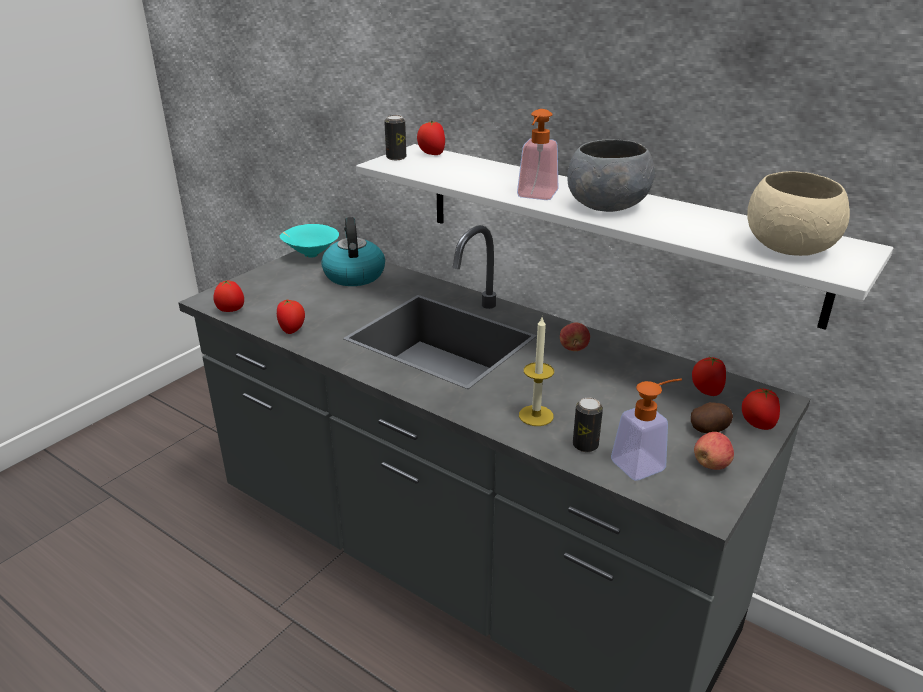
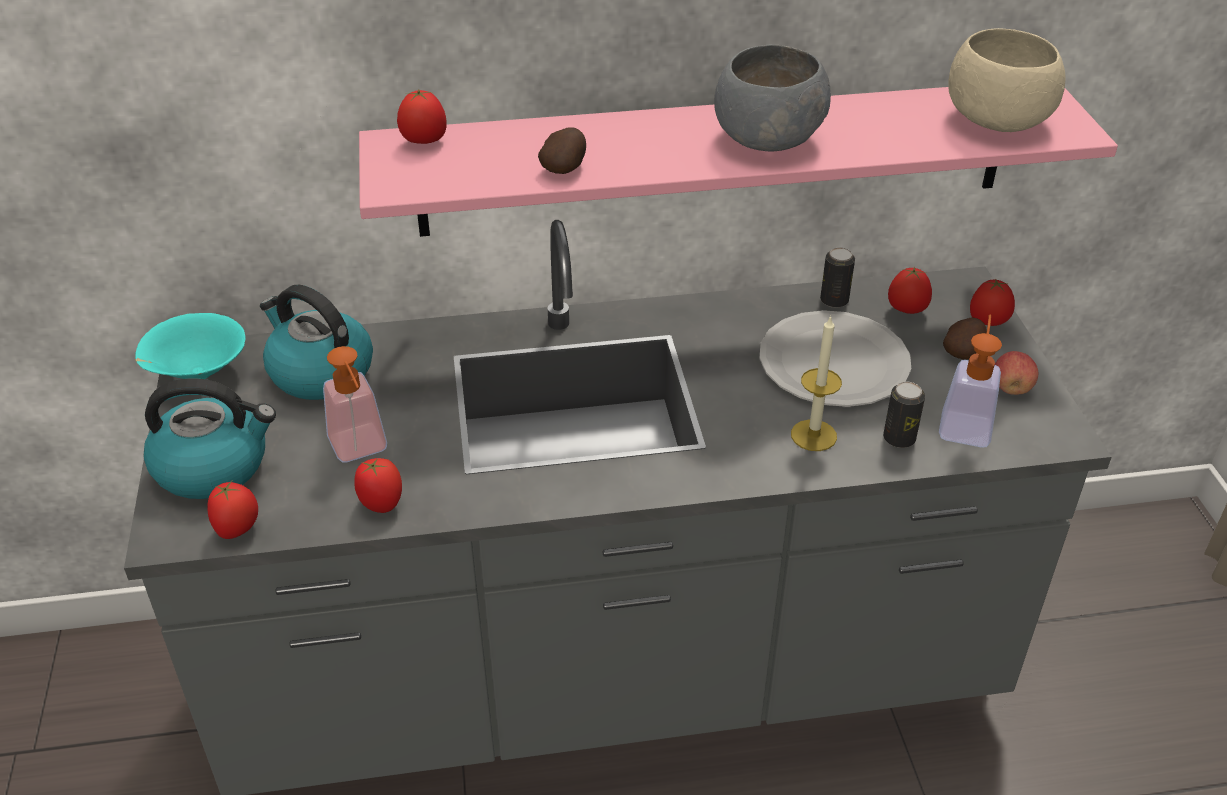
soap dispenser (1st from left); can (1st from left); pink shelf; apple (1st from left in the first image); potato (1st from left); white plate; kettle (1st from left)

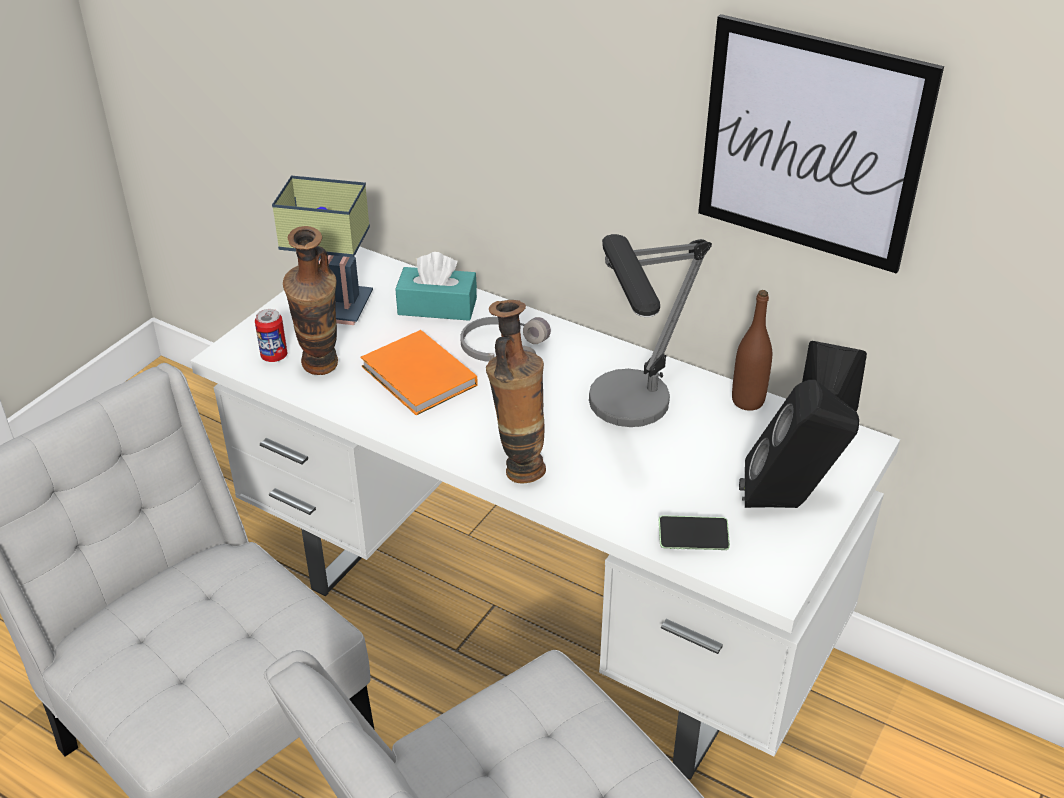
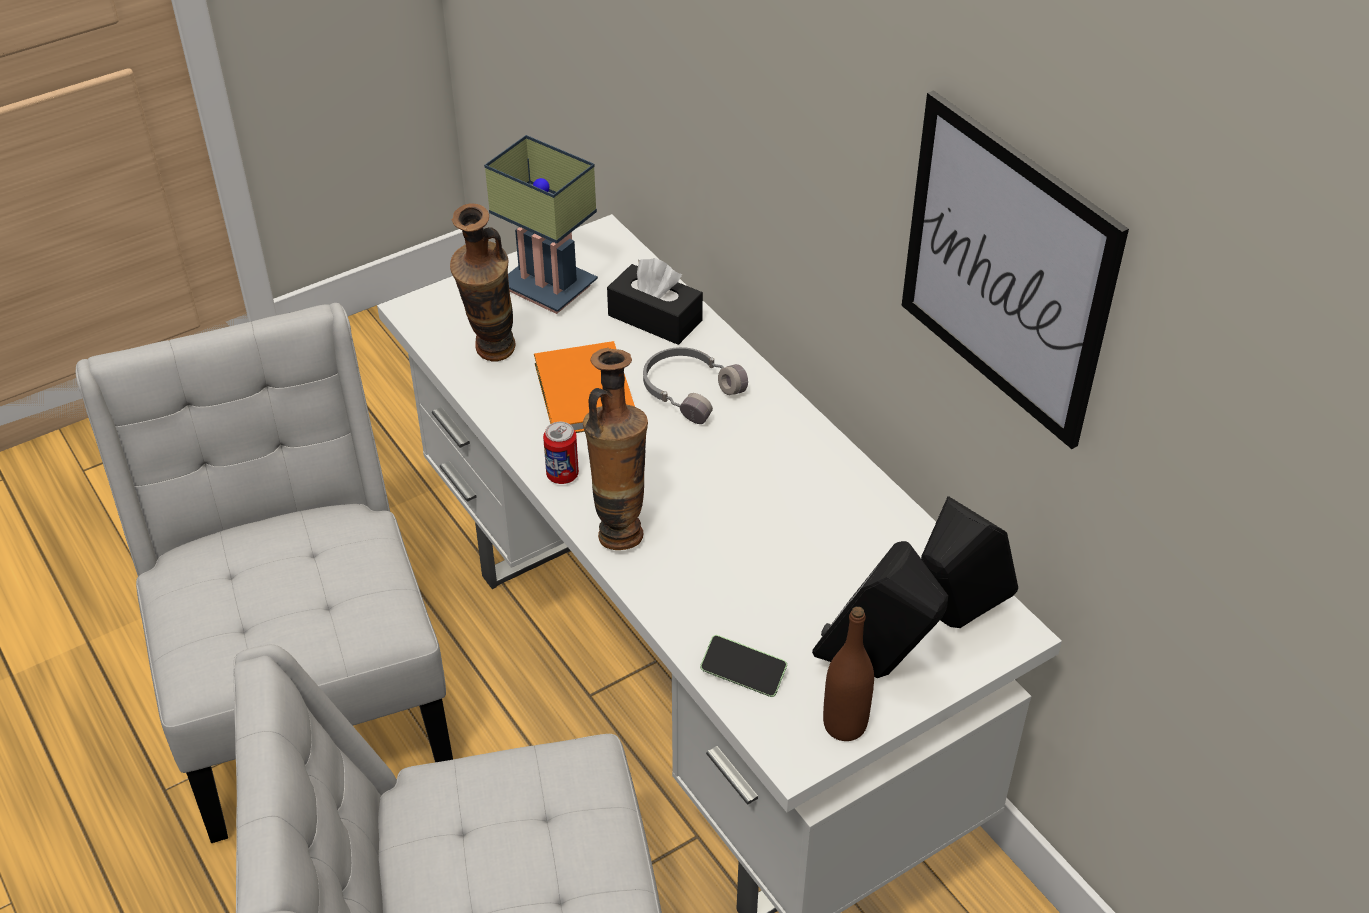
table lamp (2nd from left in the first image); black tissue box; brown bottle; can

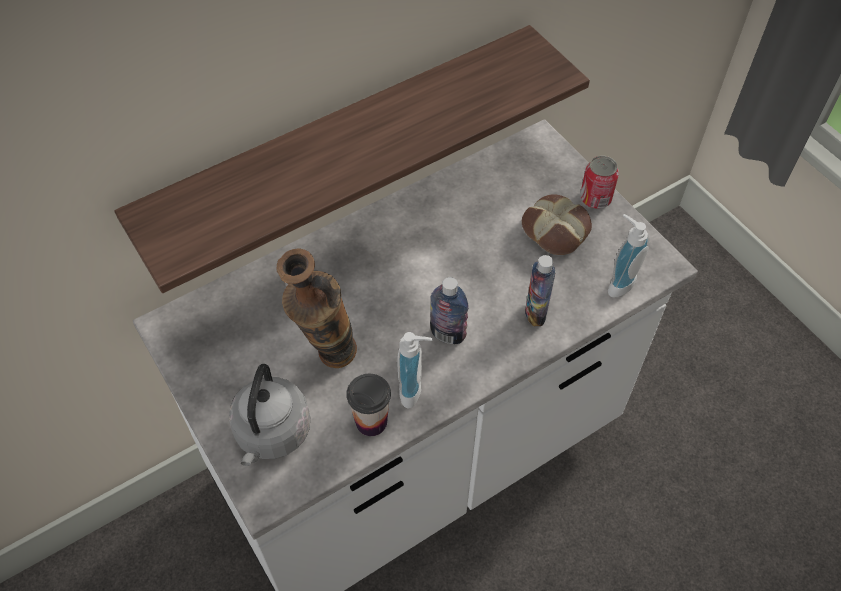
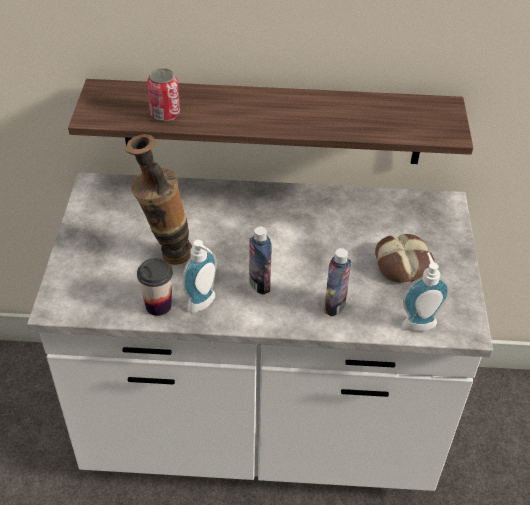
can; grey kettle

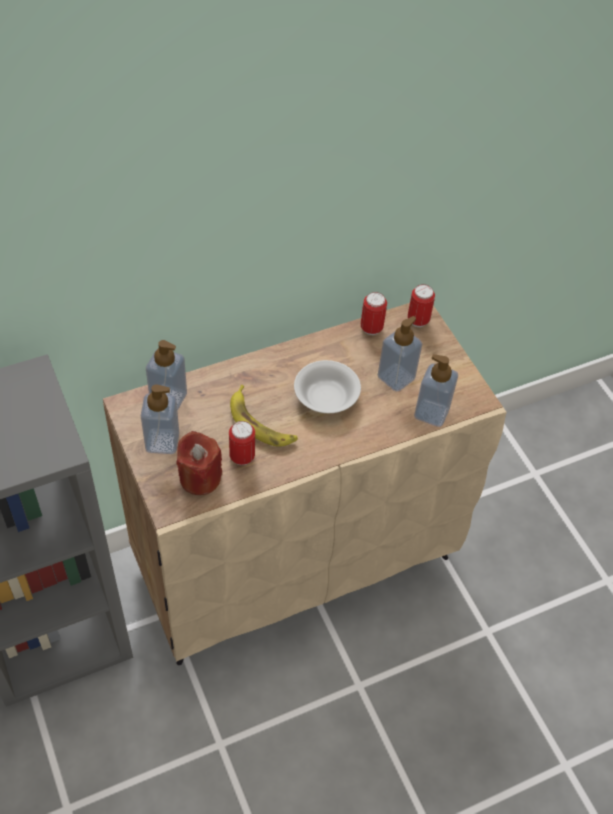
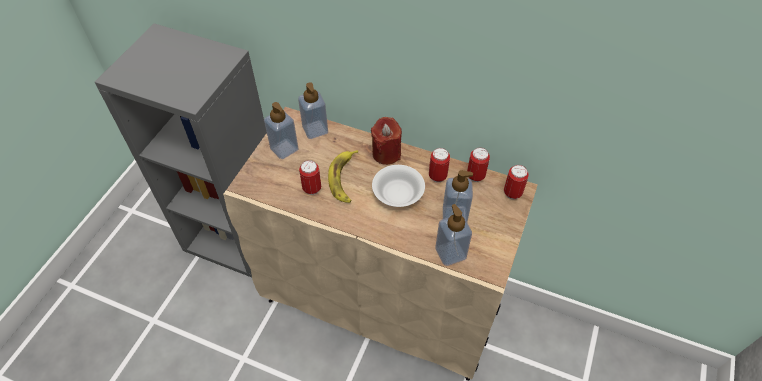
red candle; can (2nd from left)

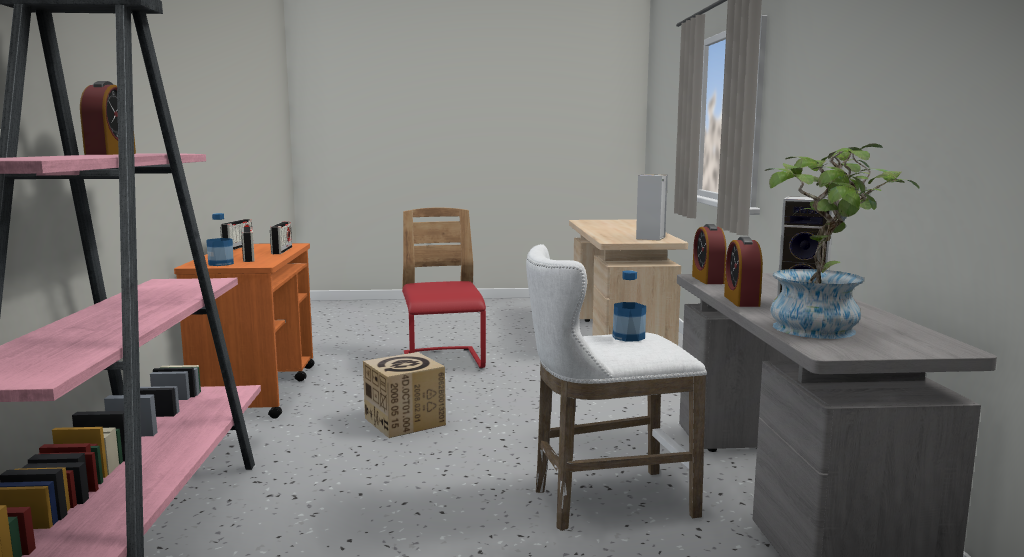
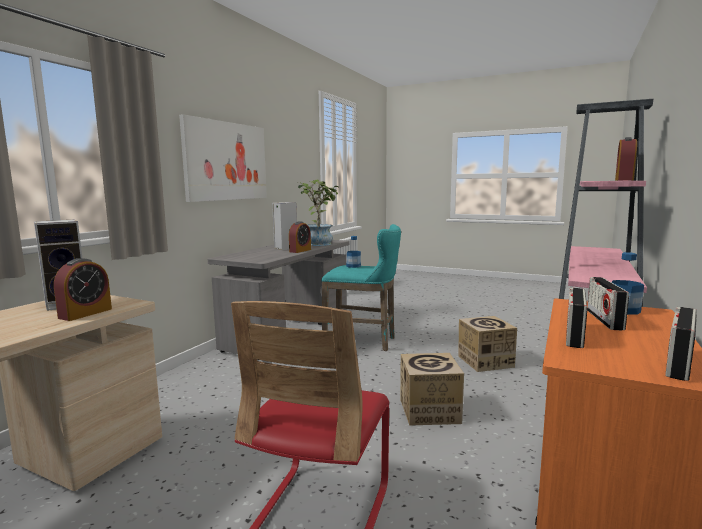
alarm clock (1st from left); turquoise stool; picture; cardboard box (2nd from left)

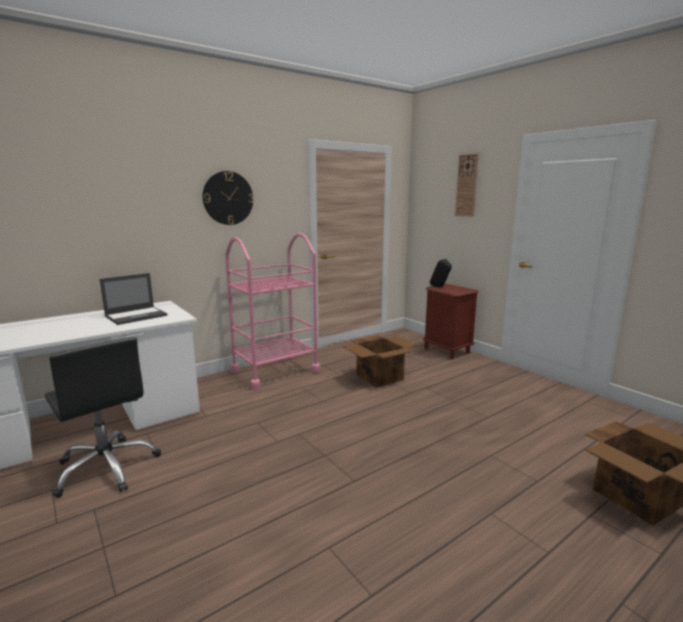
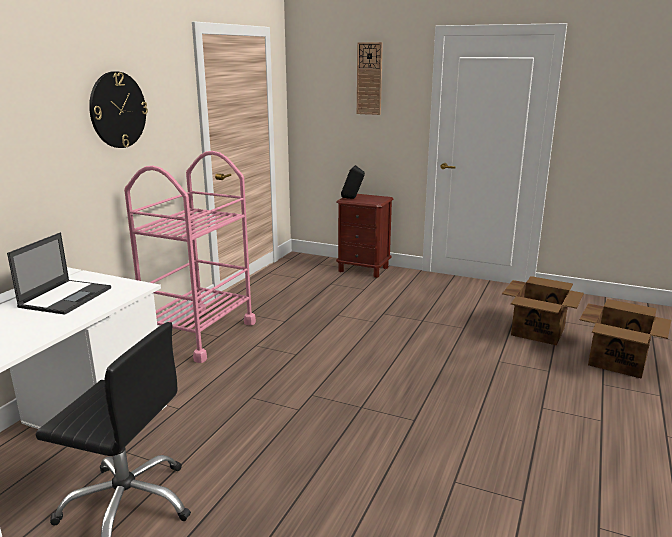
cardboard box (1st from left)

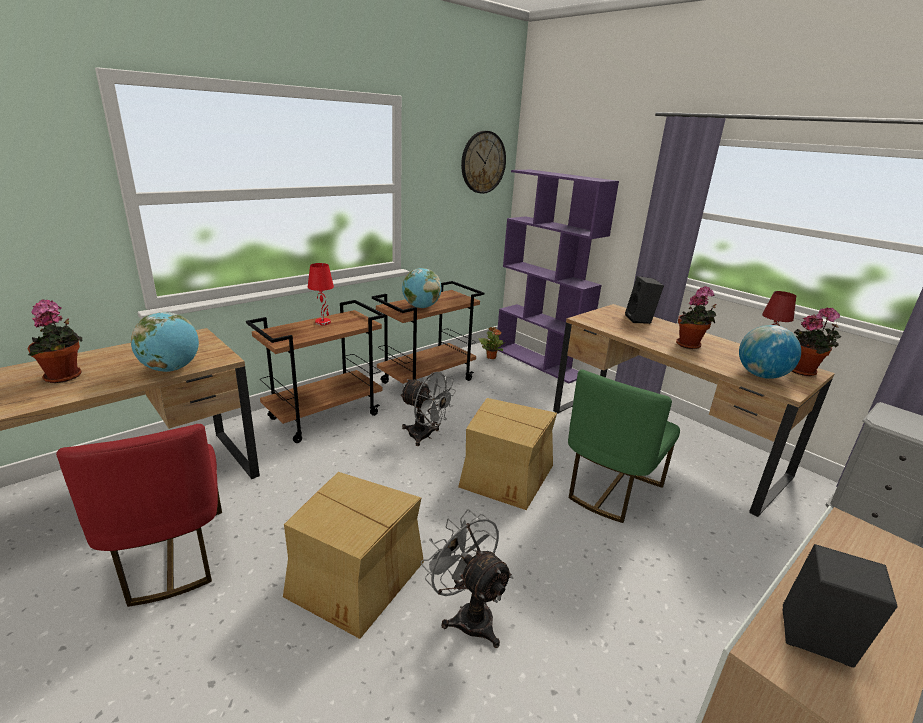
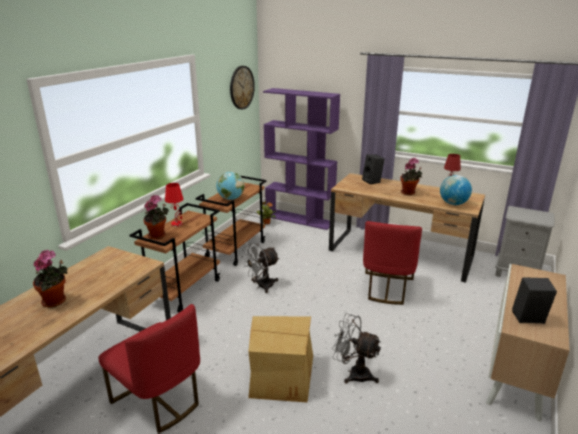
potted plant (2nd from left); globe (1st from left in the first image); red chair (2nd from left); grey fan (1st from left); cardboard box (2nd from left in the first image)

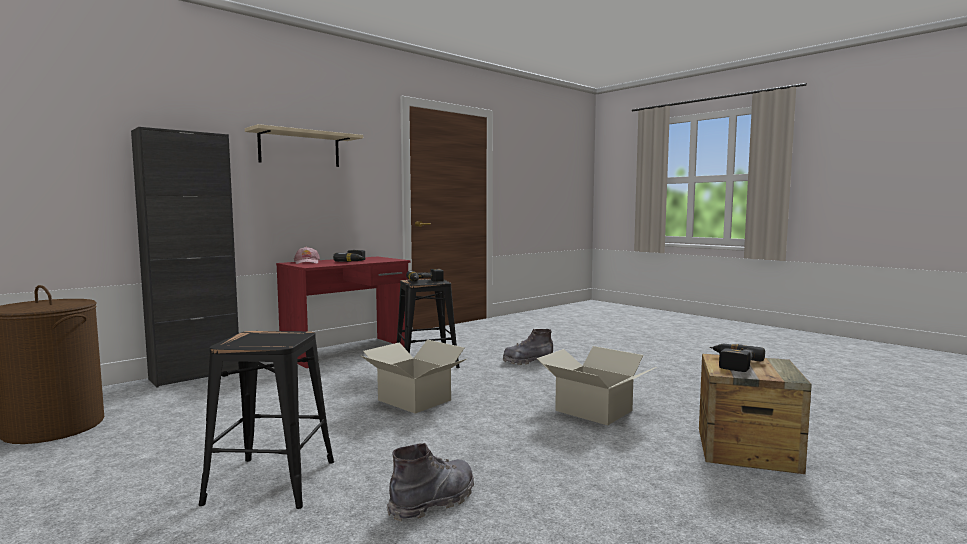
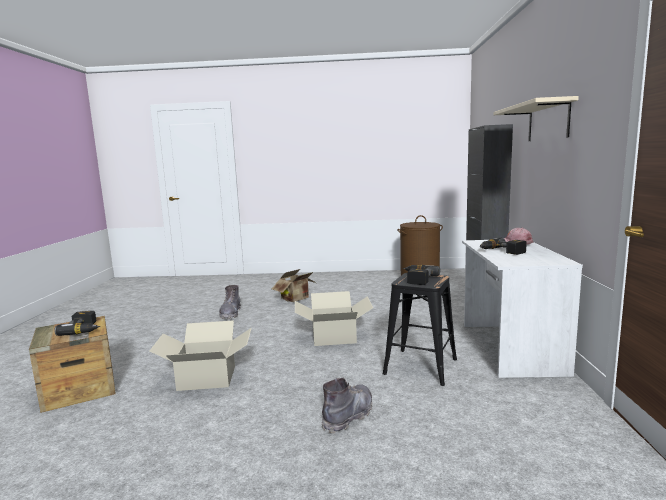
white desk; cardboard box (2nd from left)

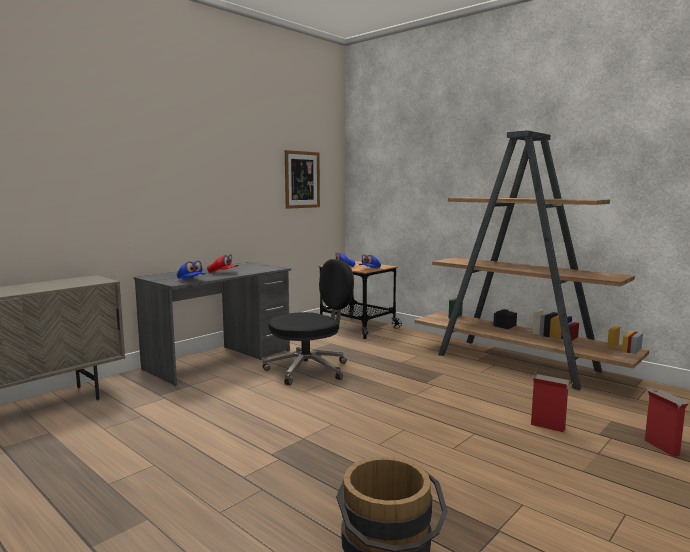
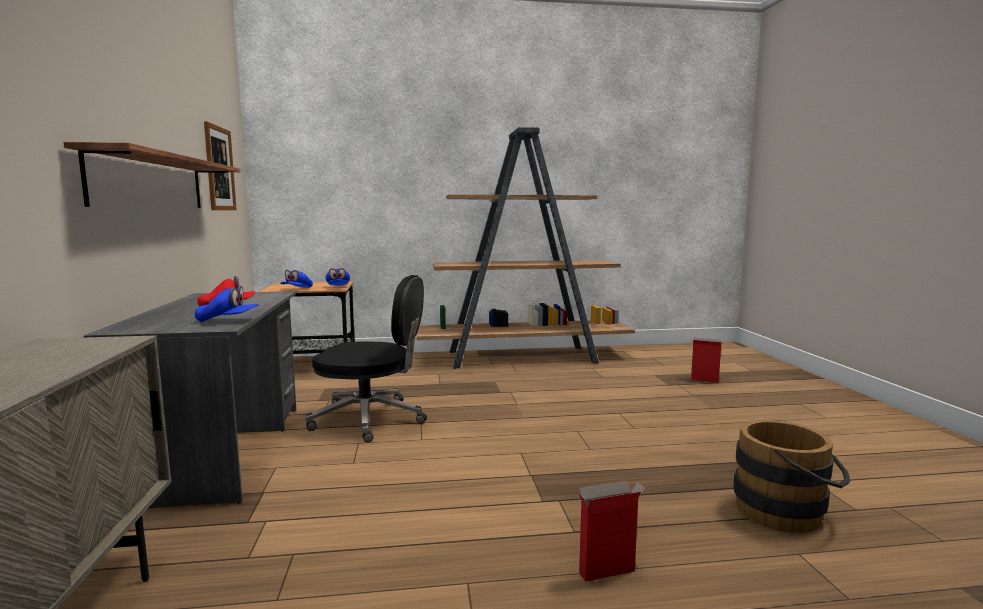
black office chair; cardboard box (1st from left); shelf

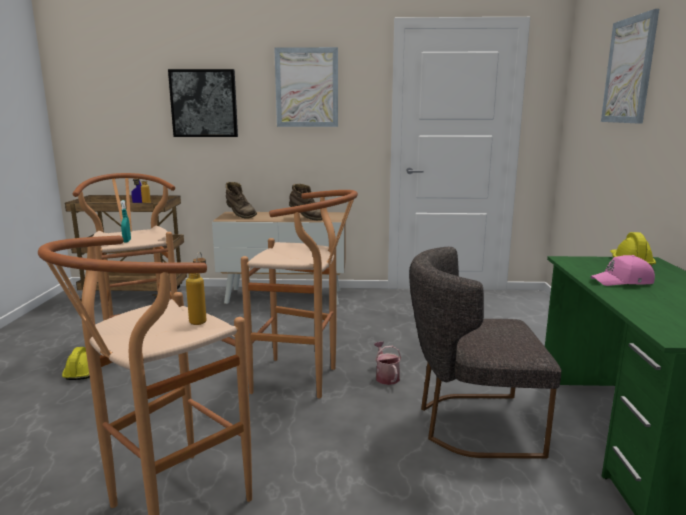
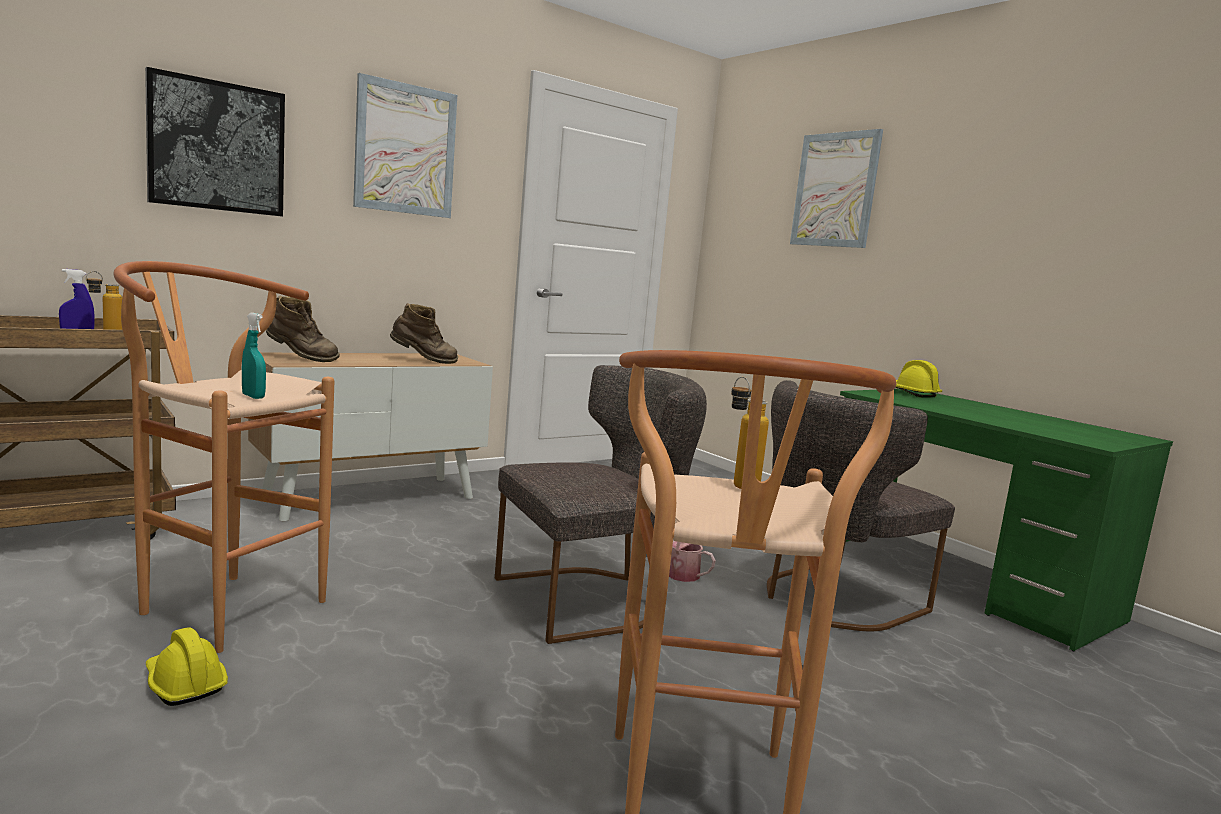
grey chair (1st from left); pink cap

